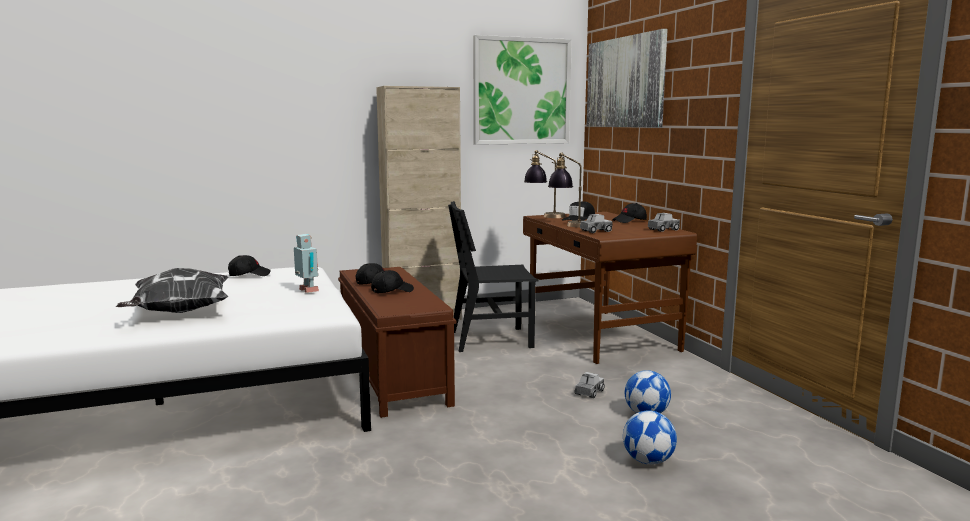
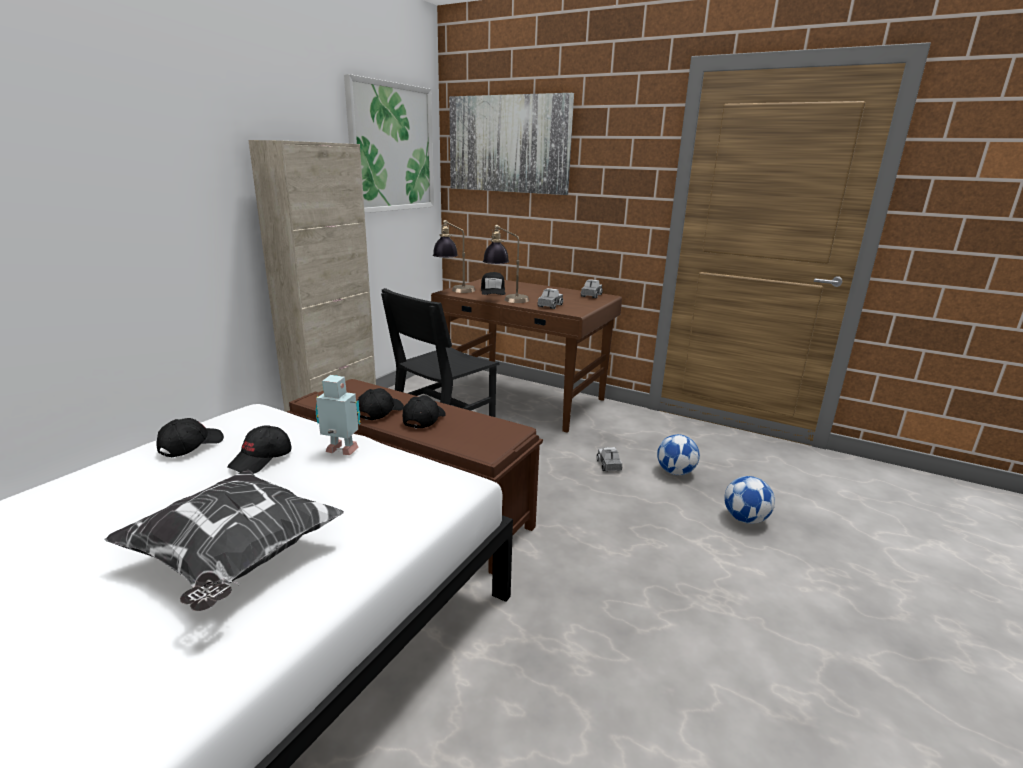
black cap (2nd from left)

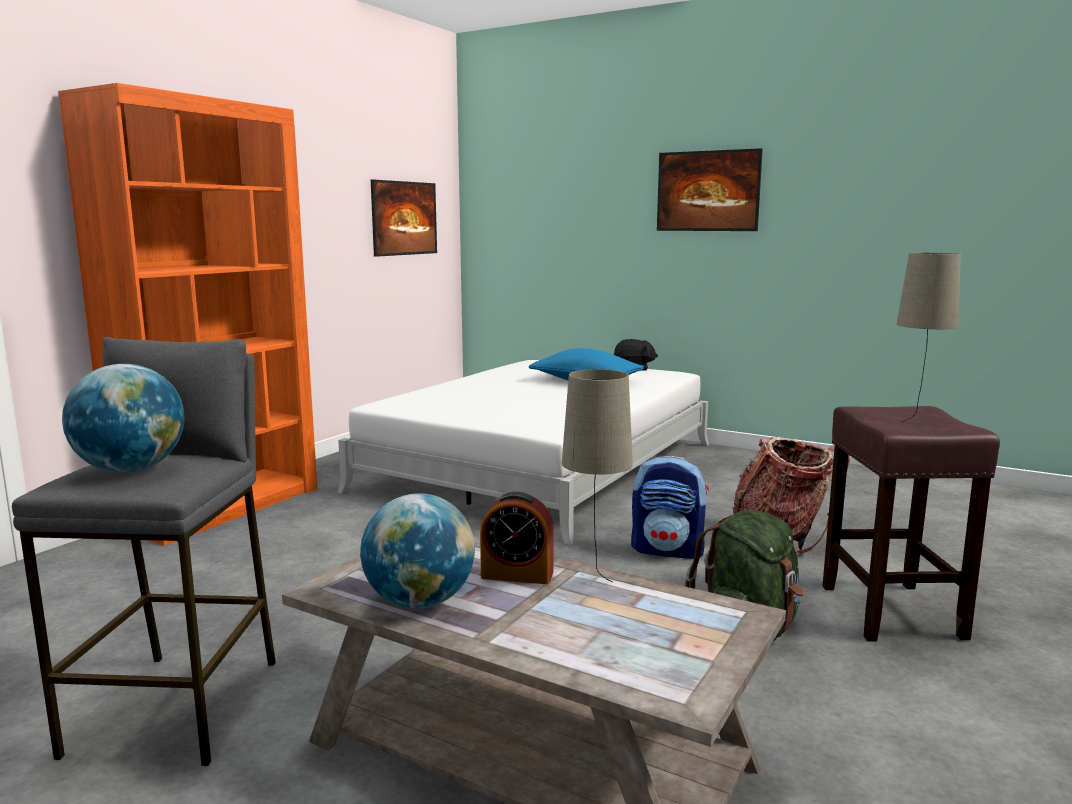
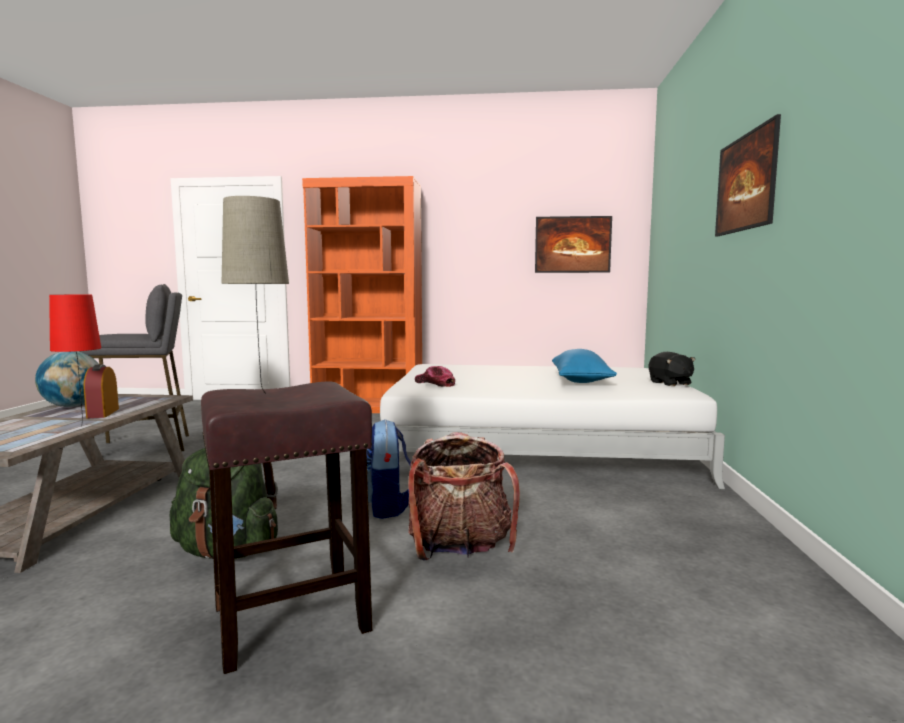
globe (1st from left in the first image); red table lamp; cap

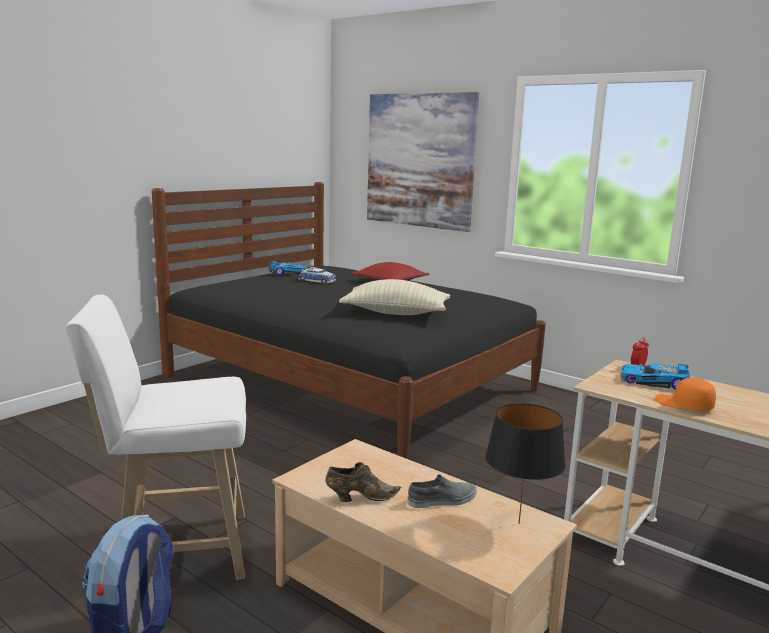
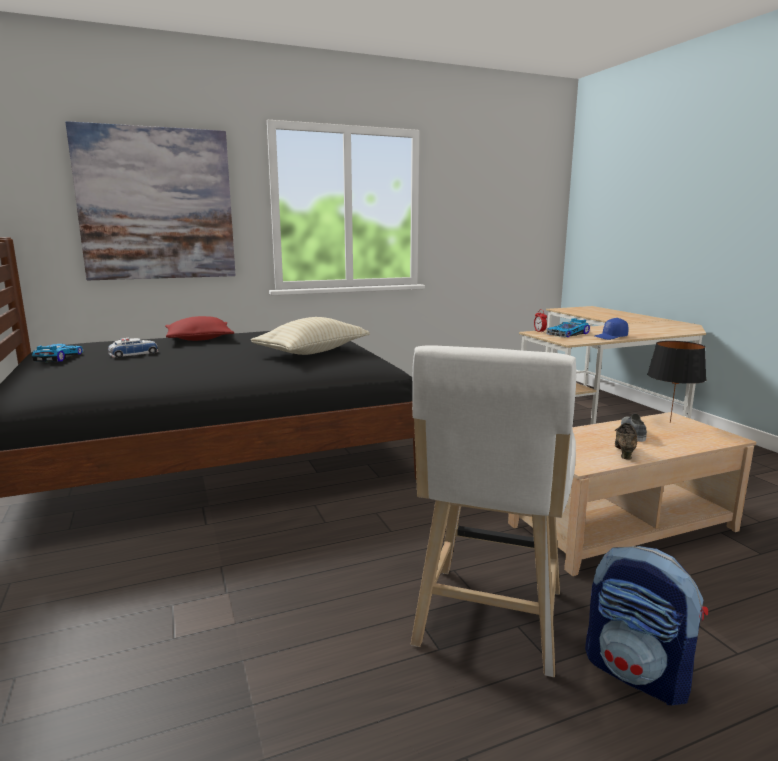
blue cap

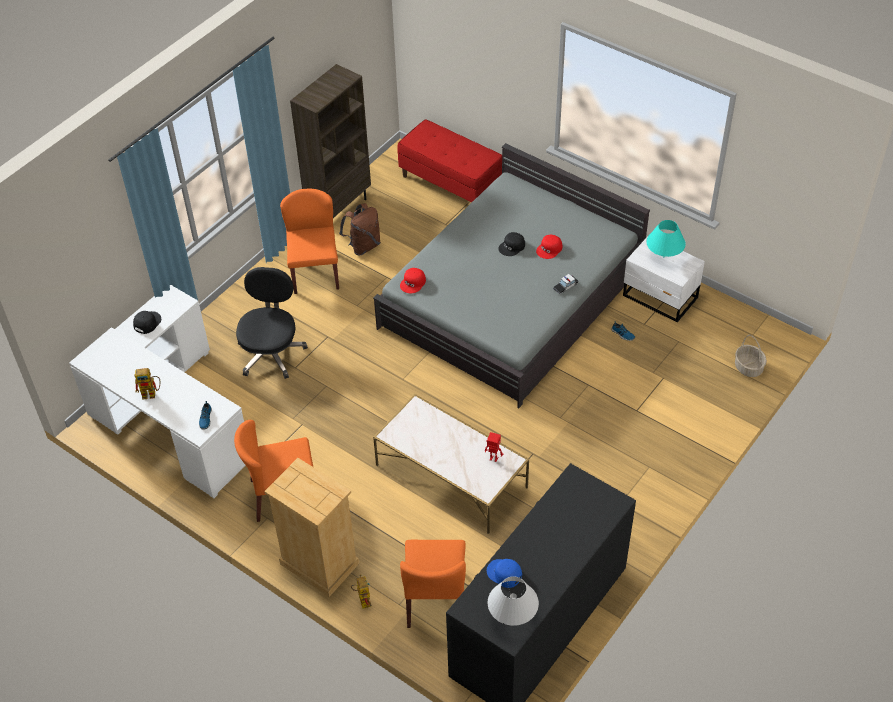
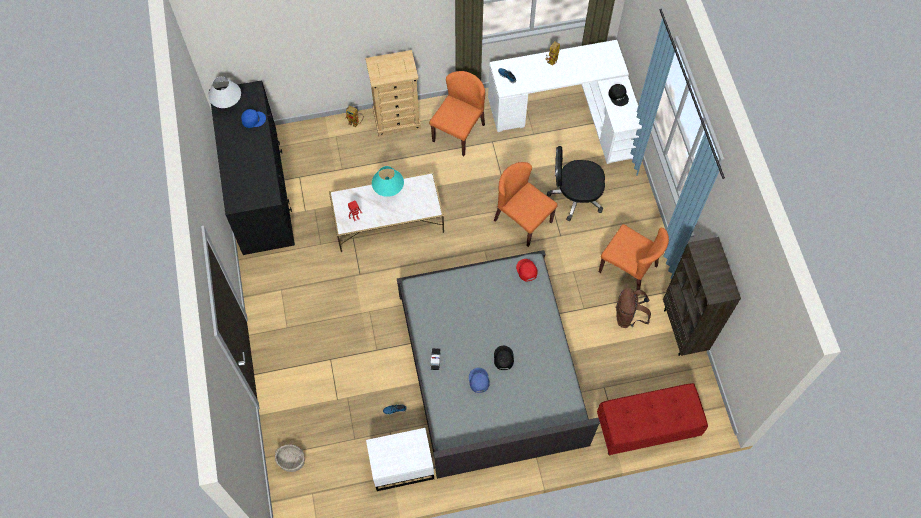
turquoise table lamp; blue cap (2nd from left); black office chair; orange chair (2nd from left)

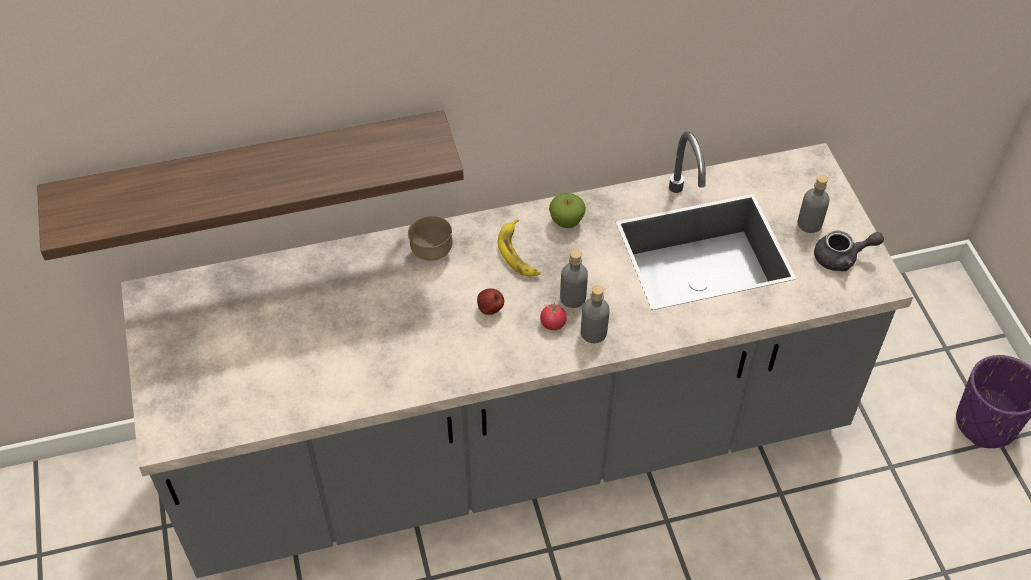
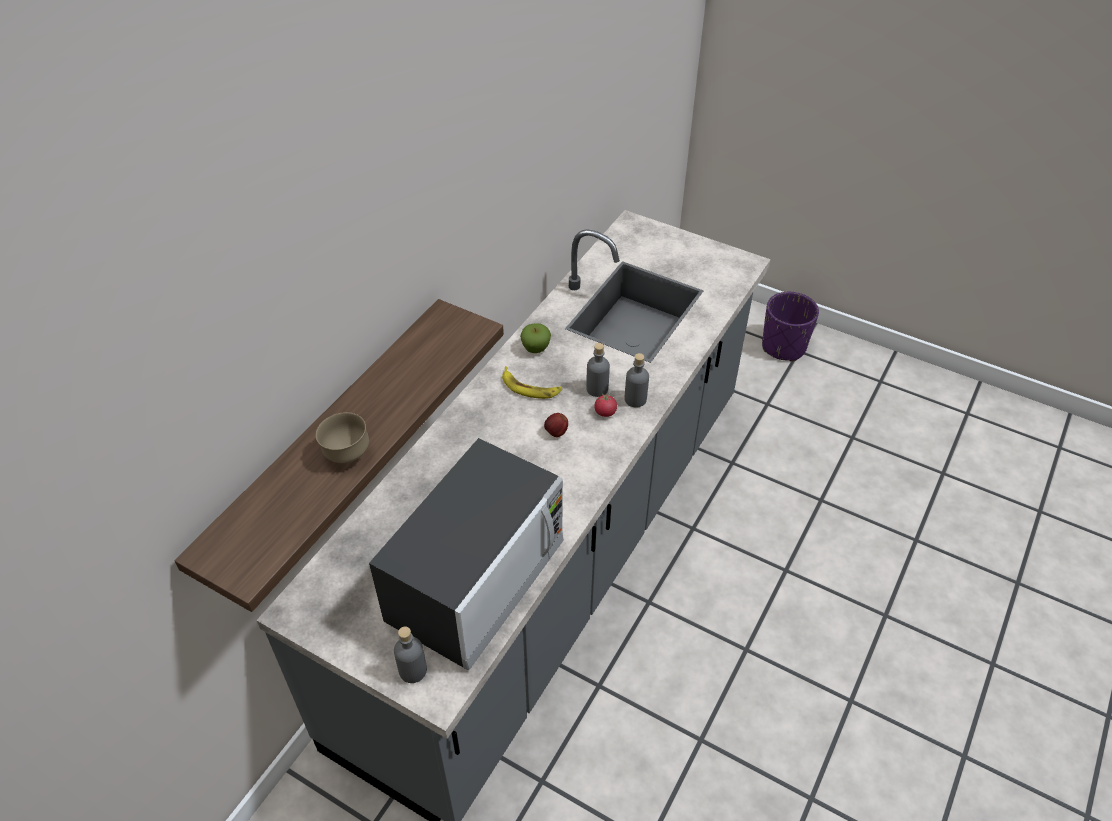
grey bottle (1st from left); brown bowl; grey teapot; microwave

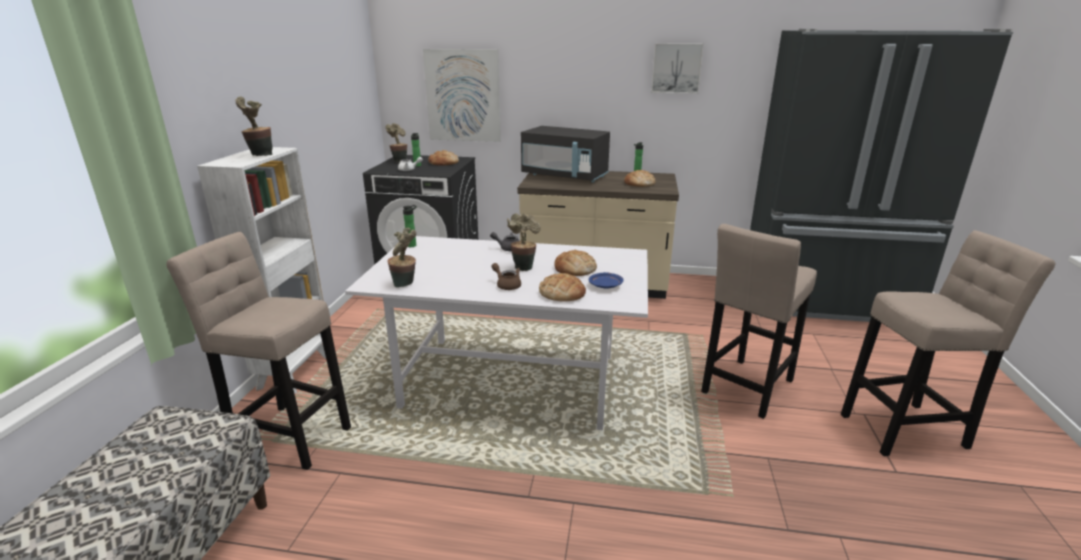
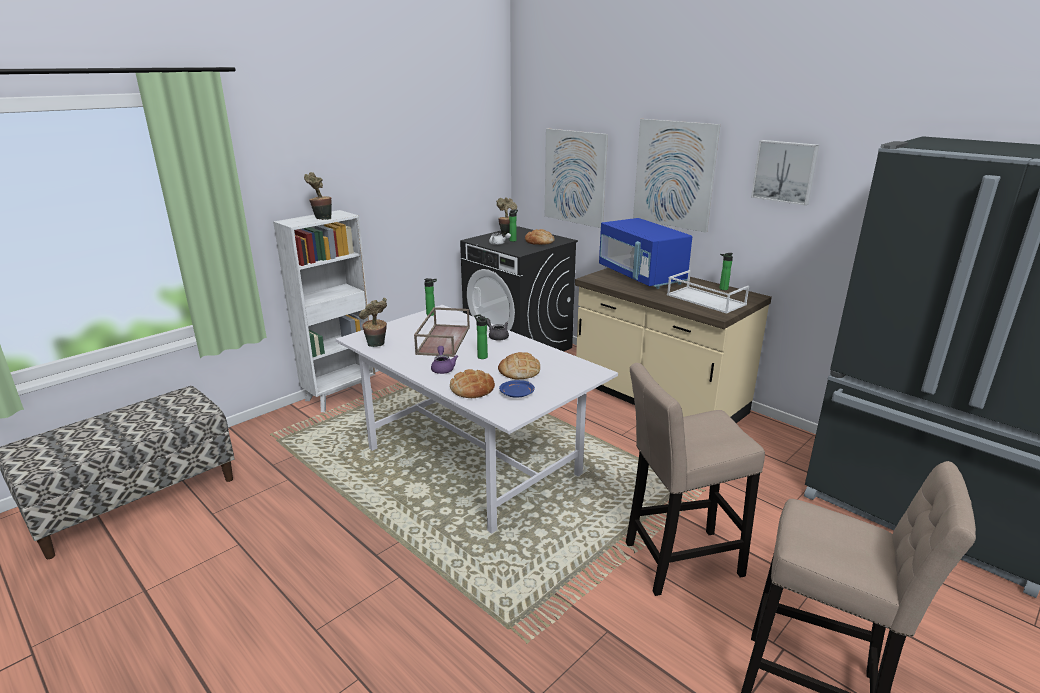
blue microwave; white tray; bottle (2nd from left); beige stool (1st from left in the first image); purple teapot; picture (2nd from left); brown tray

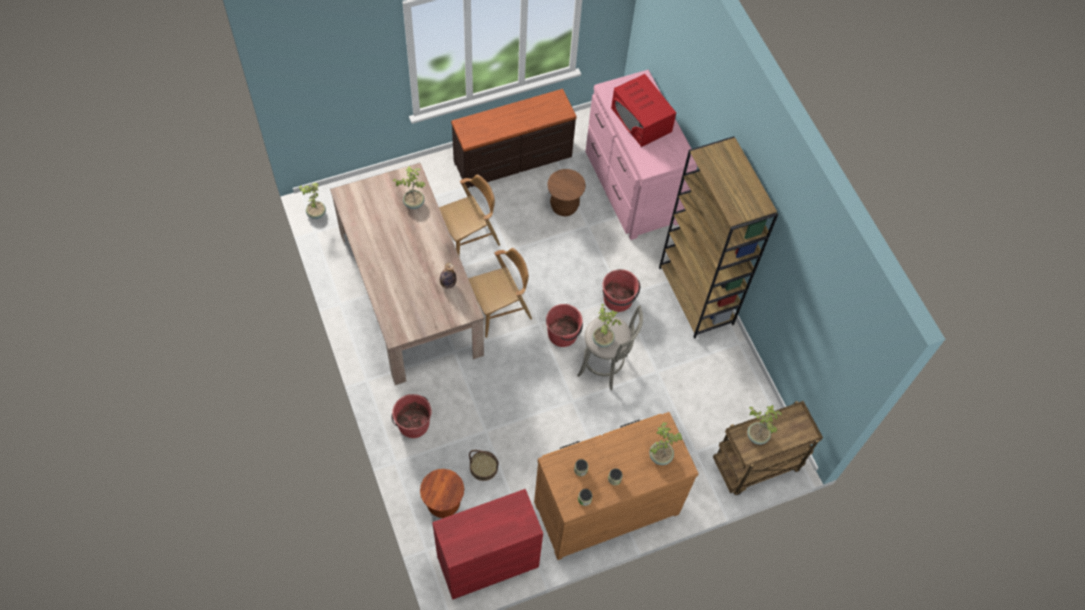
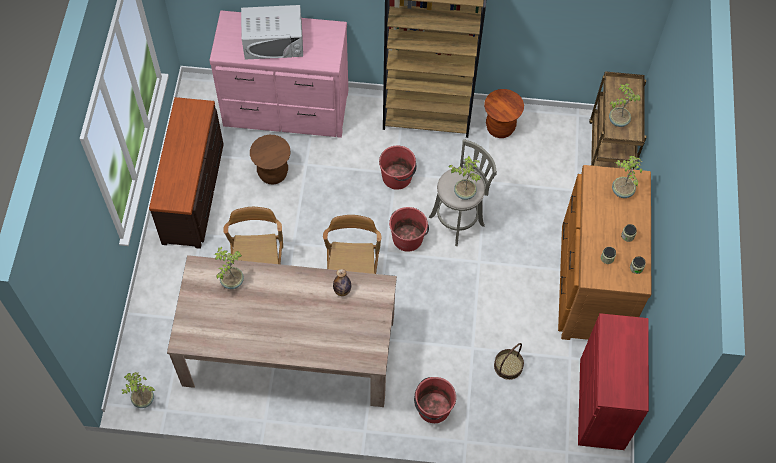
white microwave; brown stool (2nd from left)

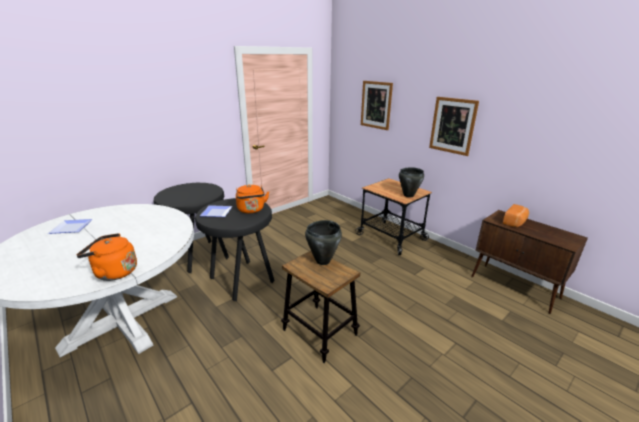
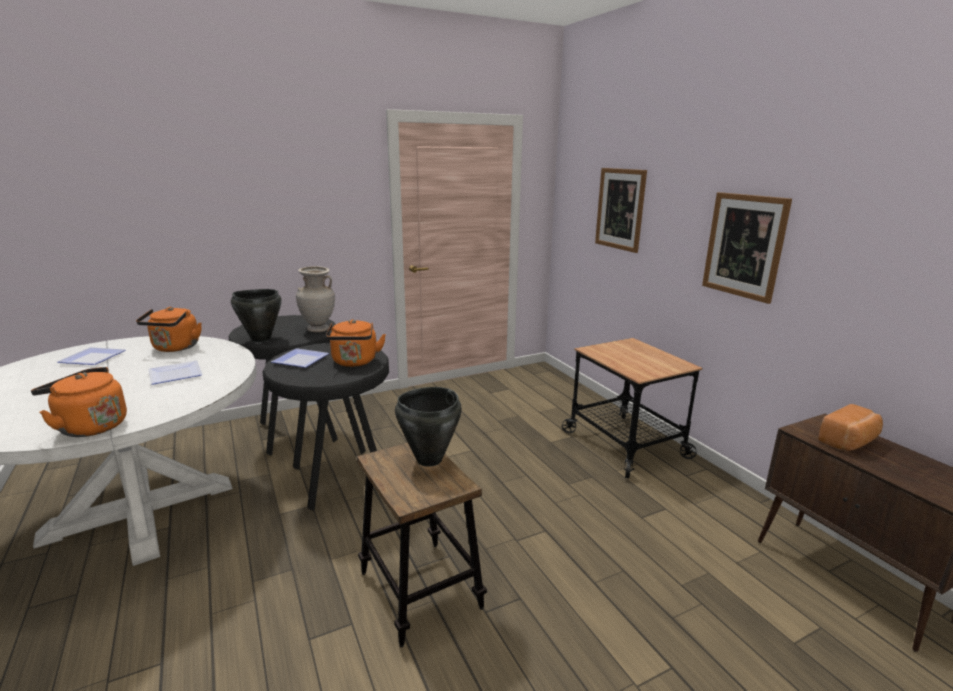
black cooking pot (1st from left); beige vase; orange kettle (2nd from left); plate (2nd from left)

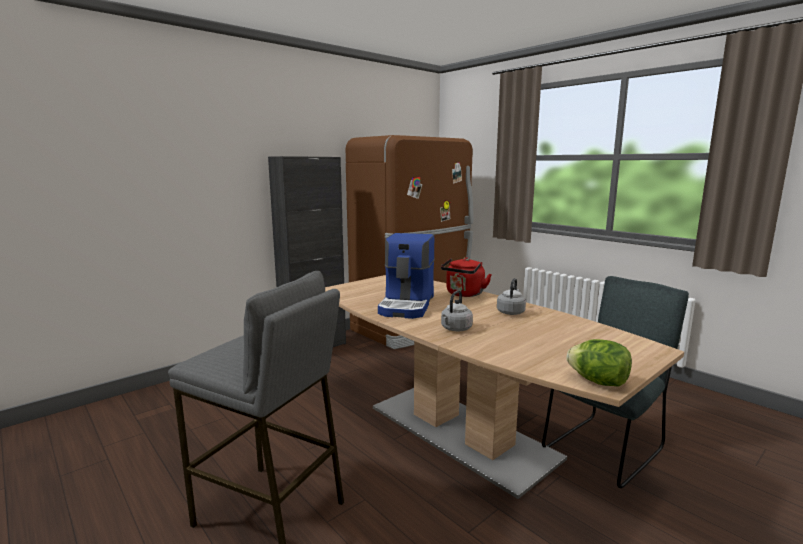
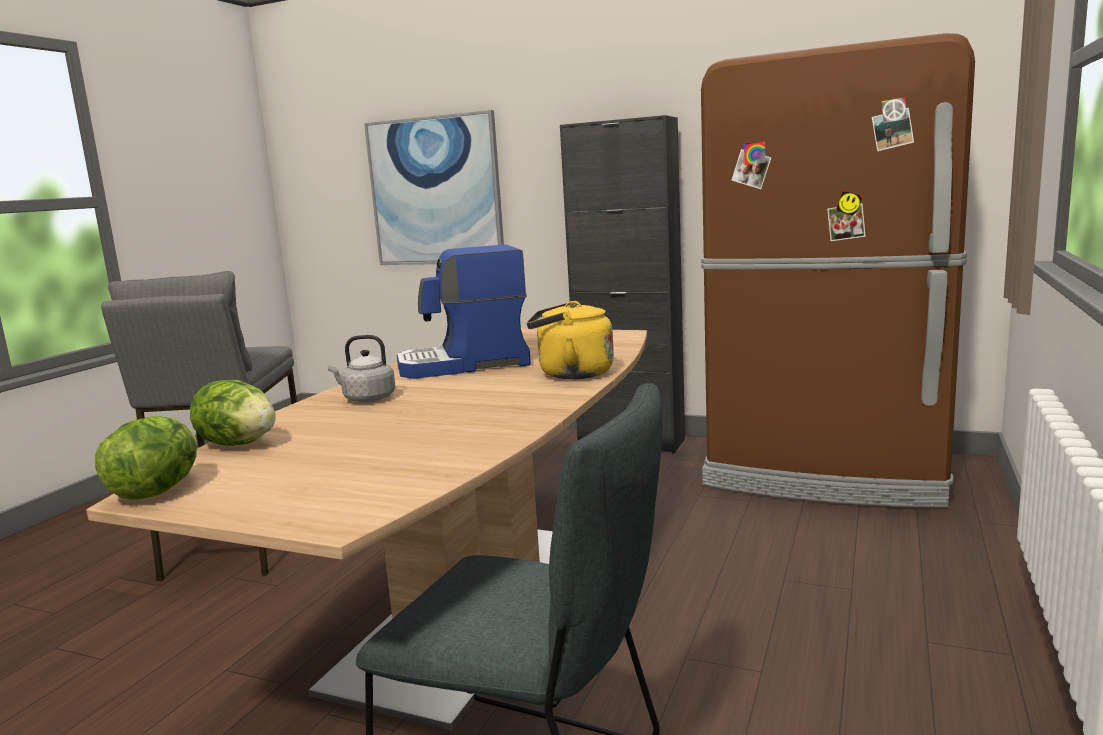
yellow kettle; grey kettle (2nd from left in the first image); picture; lettuce (2nd from left)

